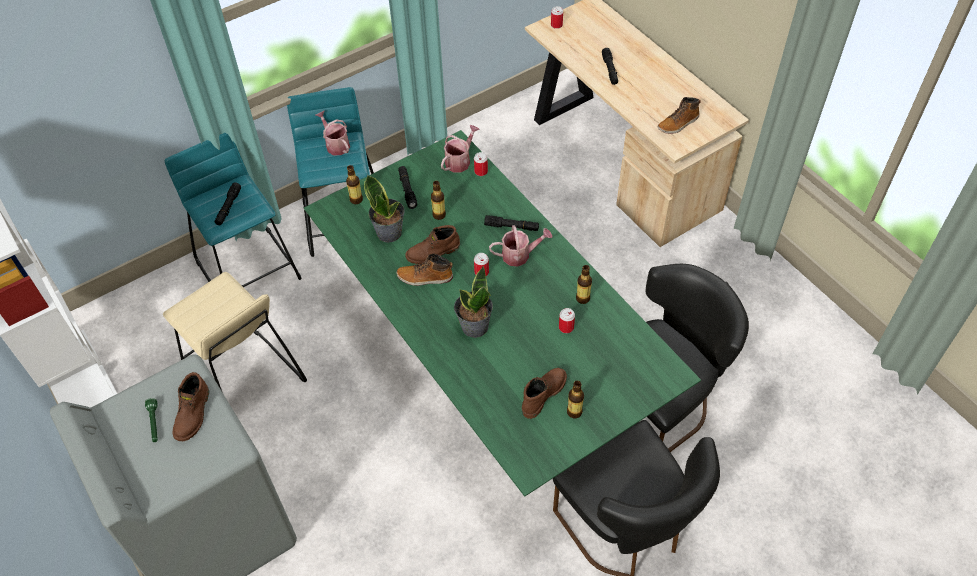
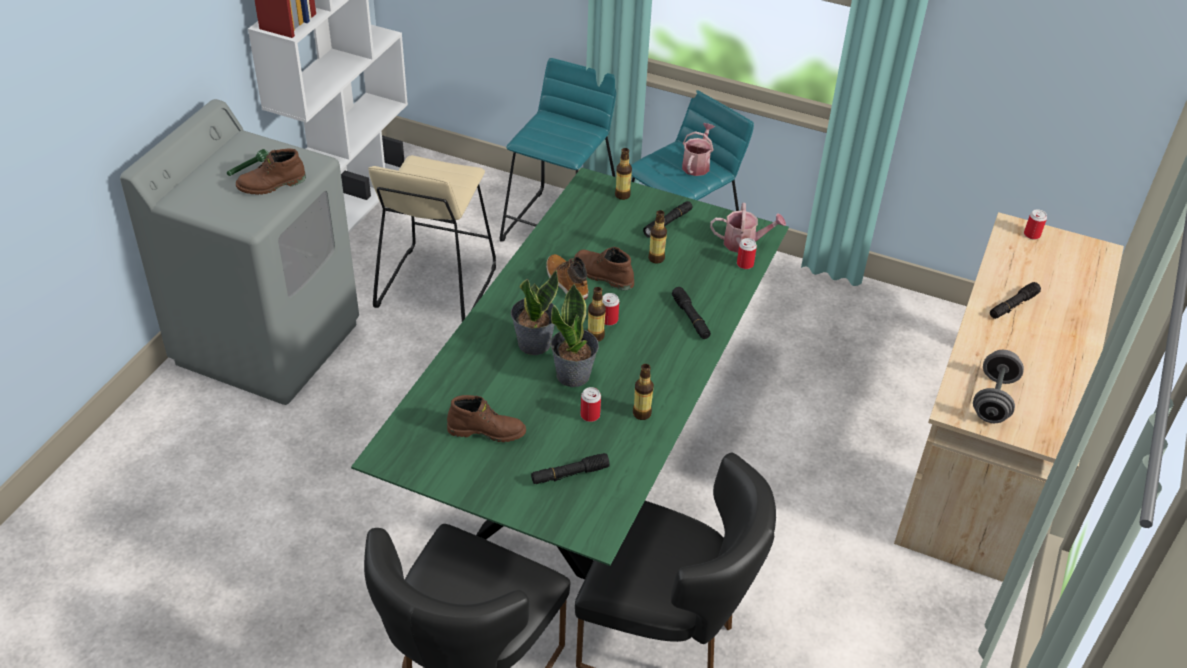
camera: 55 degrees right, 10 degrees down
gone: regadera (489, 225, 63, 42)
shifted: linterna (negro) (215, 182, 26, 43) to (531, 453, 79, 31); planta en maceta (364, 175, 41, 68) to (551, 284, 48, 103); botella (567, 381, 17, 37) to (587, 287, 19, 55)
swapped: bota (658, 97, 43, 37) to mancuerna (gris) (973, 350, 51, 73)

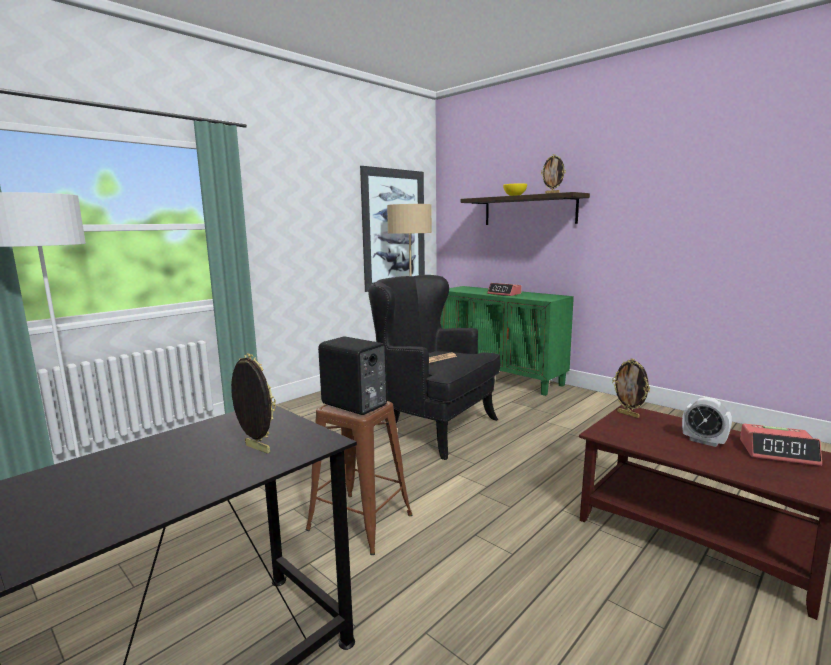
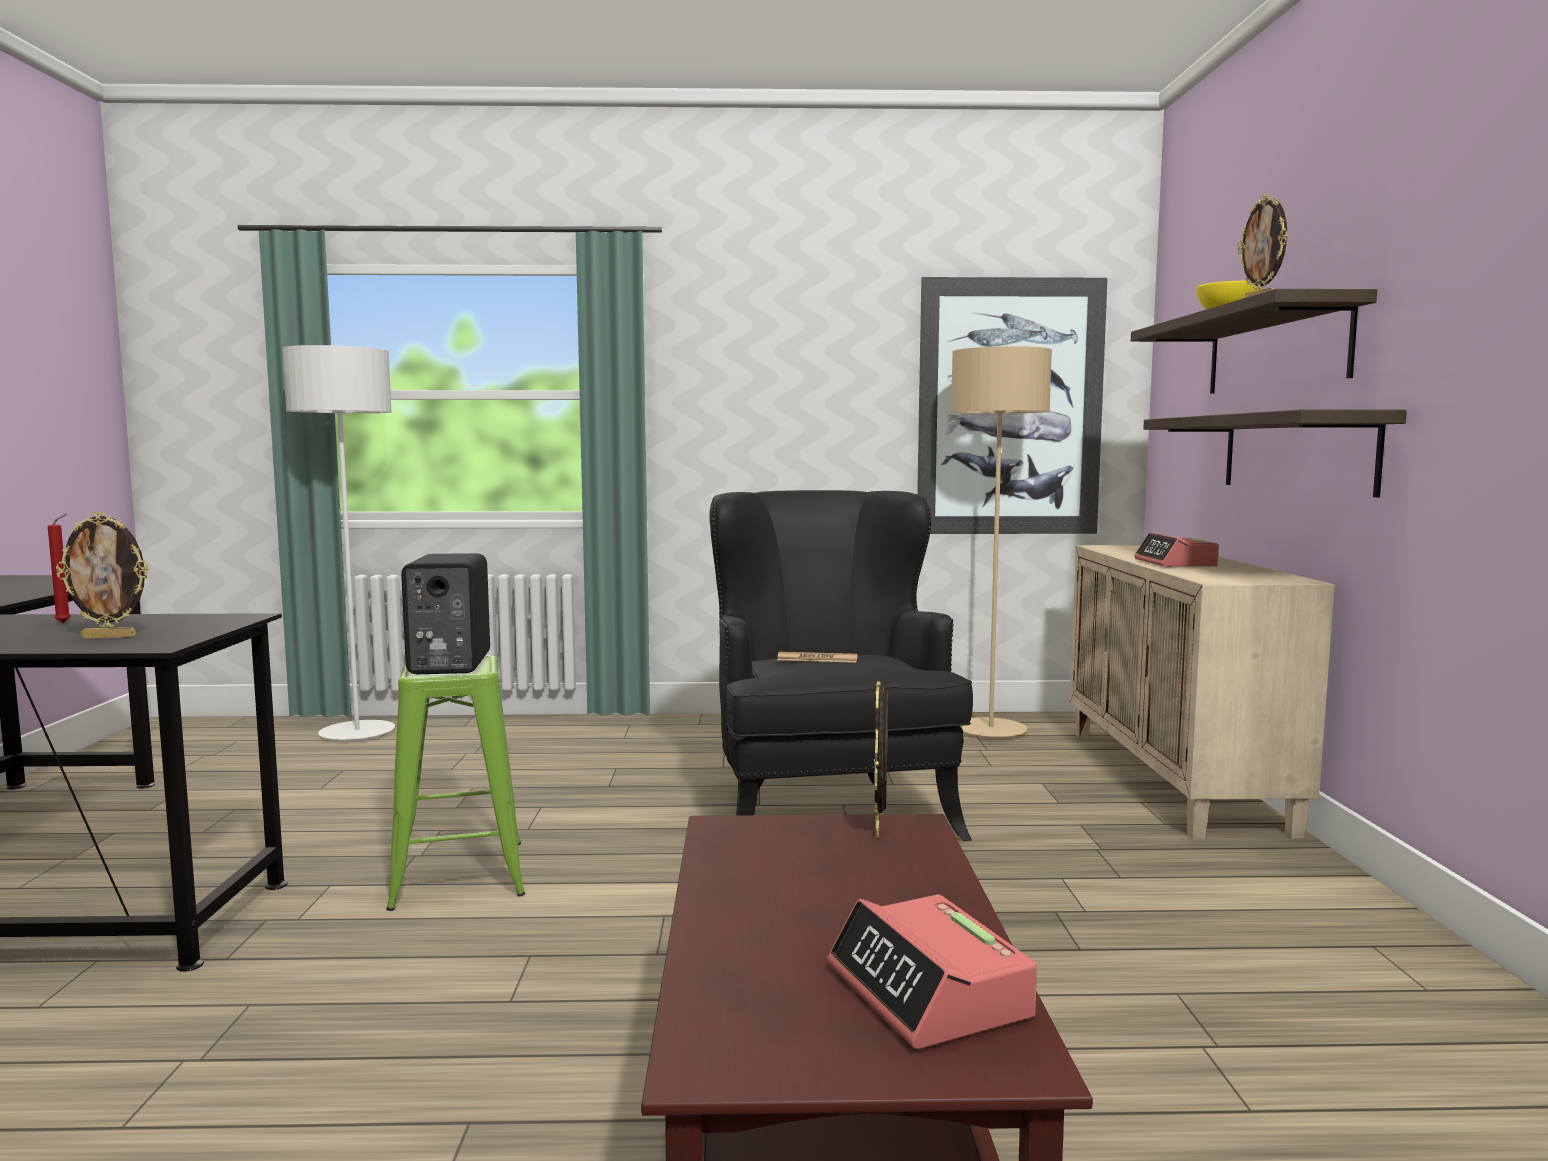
camera: 45 degrees right, 5 degrees down
gone: despertador (682, 397, 50, 50)
new: vela (rojo) (48, 514, 23, 109); estante (1143, 409, 264, 88)
repainted: taburete (marrón) (306, 401, 106, 154) to taburete (verde) (386, 655, 139, 256); armario (verde) (440, 286, 134, 110) to armario (beis) (1070, 545, 264, 295)
rotated: portarretratos (231, 353, 45, 101) = (56, 512, 93, 127) 90 degrees clockwise

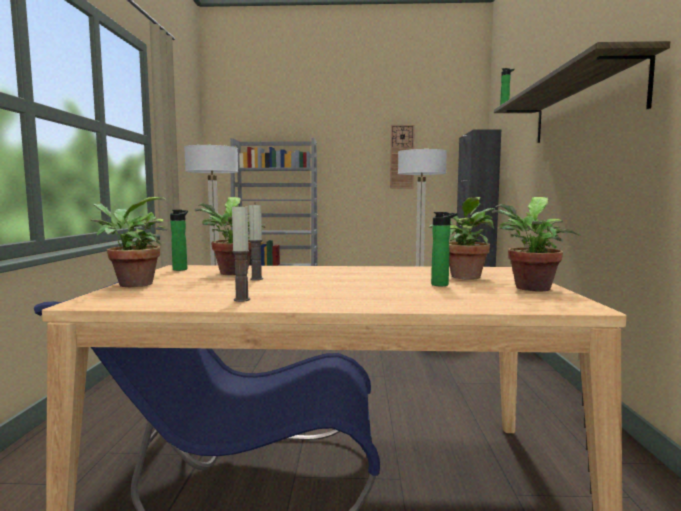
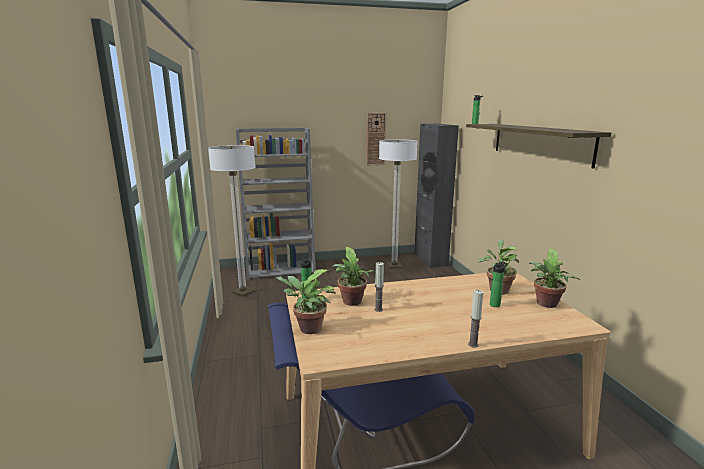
camera: 15 degrees left, 10 degrees up
shifted: vela (232, 204, 18, 98) to (468, 290, 15, 58)

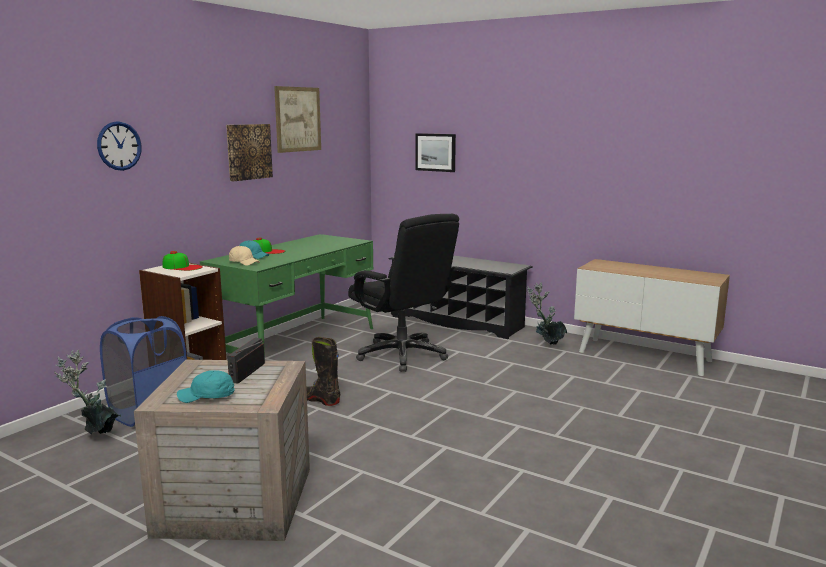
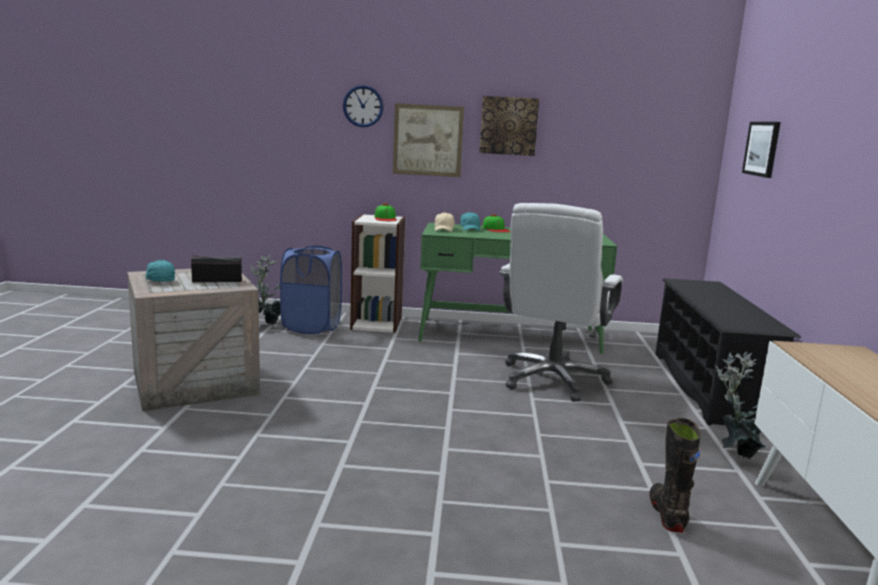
camera: 60 degrees right, 0 degrees up
shifted: cuadro (274, 86, 47, 67) to (393, 103, 71, 74); bota (negro) (306, 337, 34, 69) to (649, 418, 52, 115)
repainted: silla de oficina (negro) (348, 214, 111, 158) to silla de oficina (blanco) (499, 203, 124, 199)

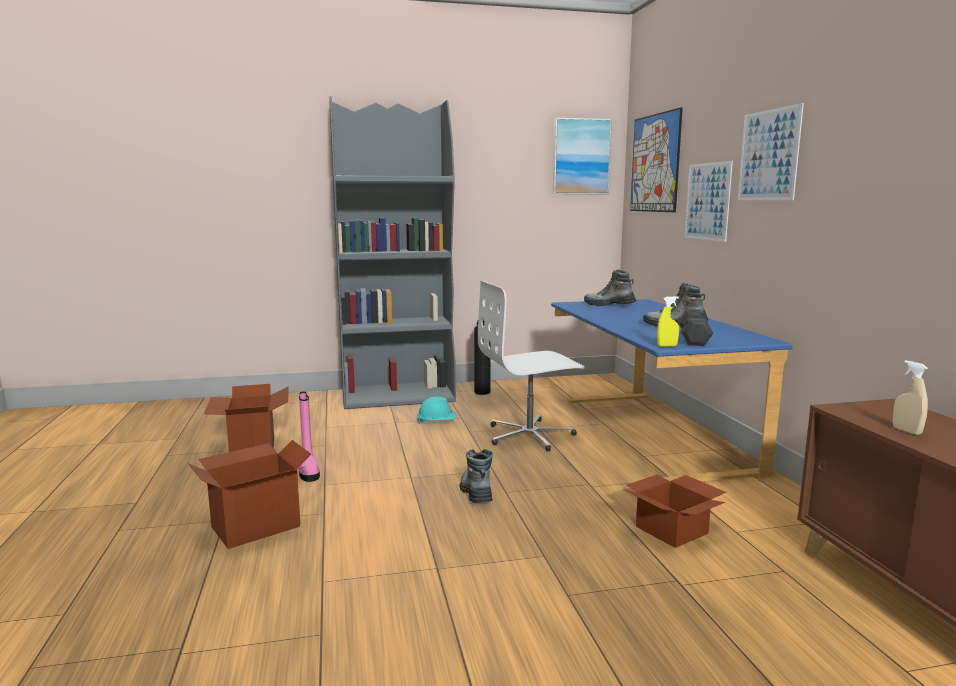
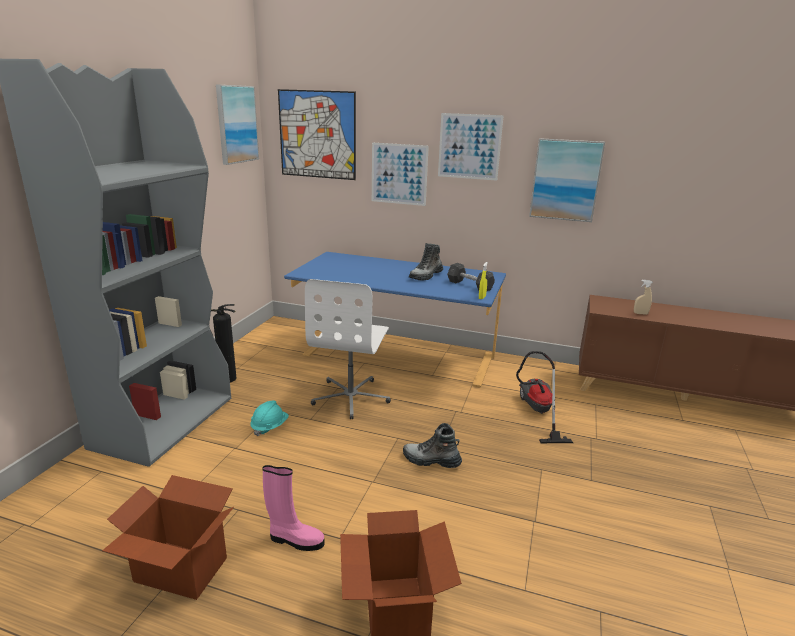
camera: 60 degrees left, 10 degrees up
gone: bota (584, 270, 52, 36)
new: cuadro (529, 138, 76, 84)
swapped: caja de cartón (623, 474, 104, 74) to aspiradora (516, 351, 57, 92)

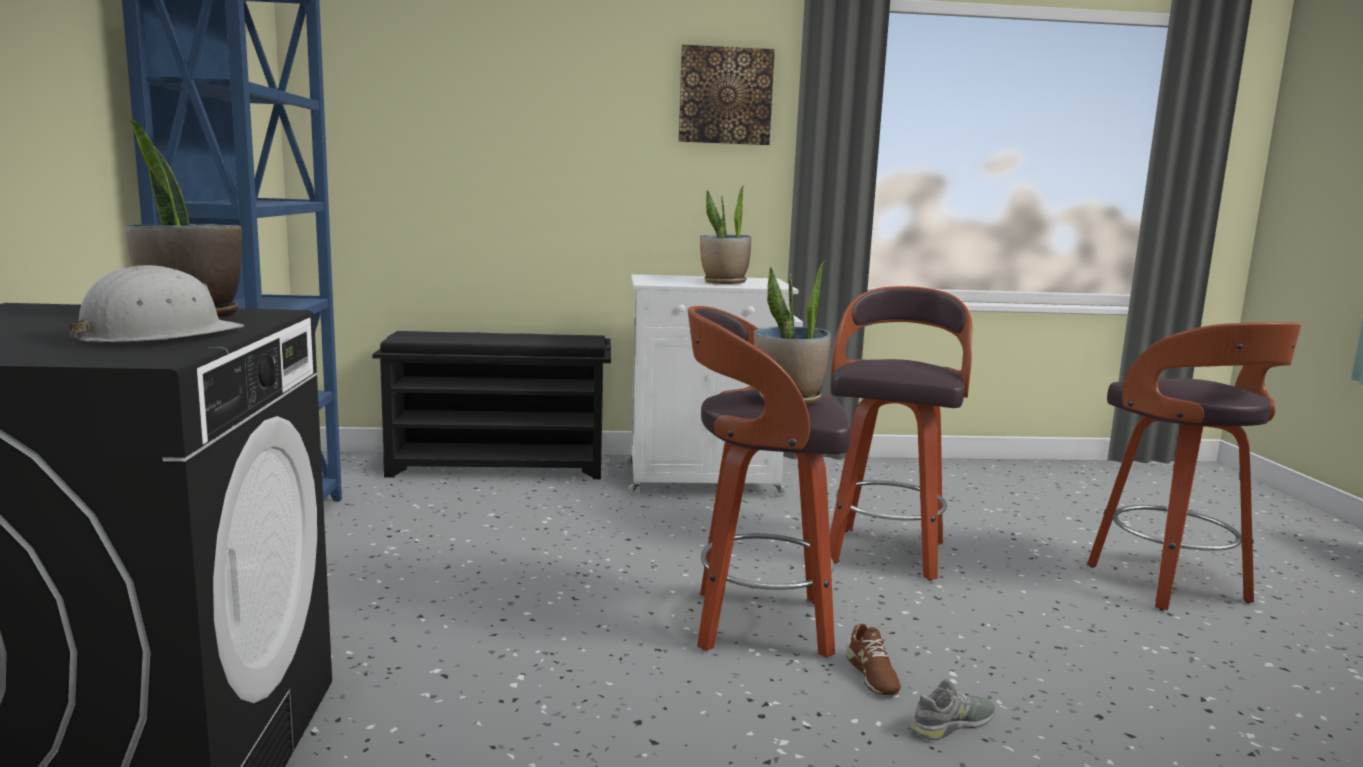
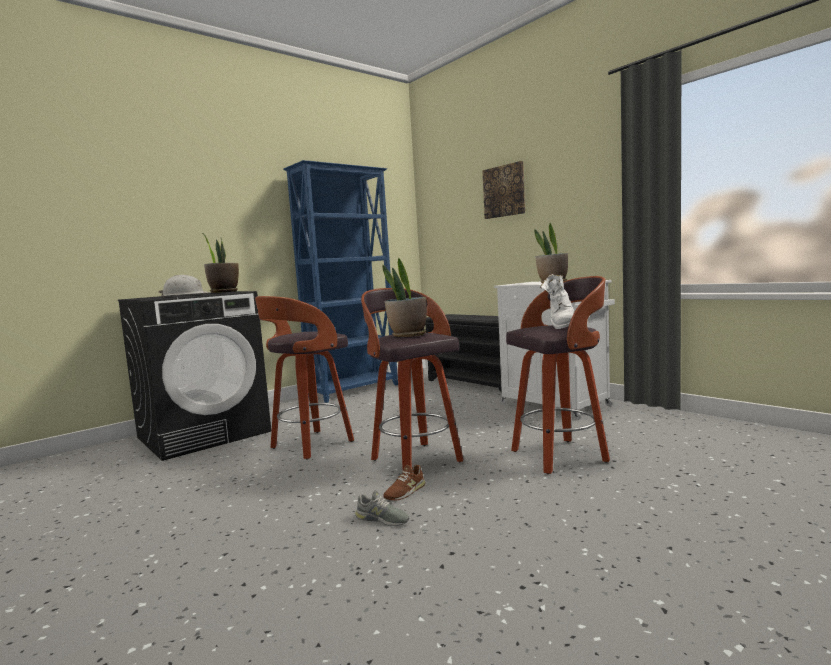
camera: 55 degrees right, 5 degrees down
new: bota (blanco) (540, 274, 34, 55)
shifted: cuadro (679, 45, 96, 100) to (482, 161, 43, 58); taburete (1087, 322, 214, 288) to (255, 296, 99, 164)

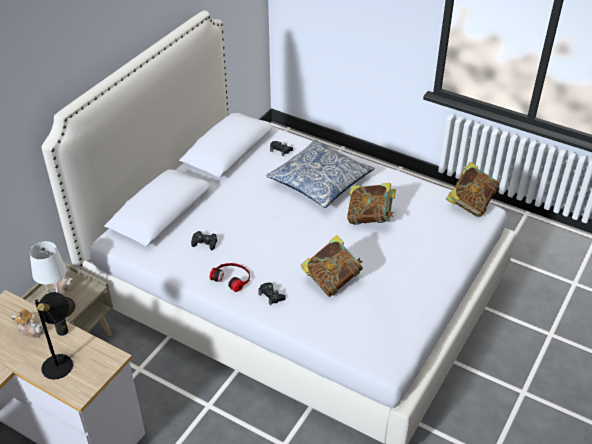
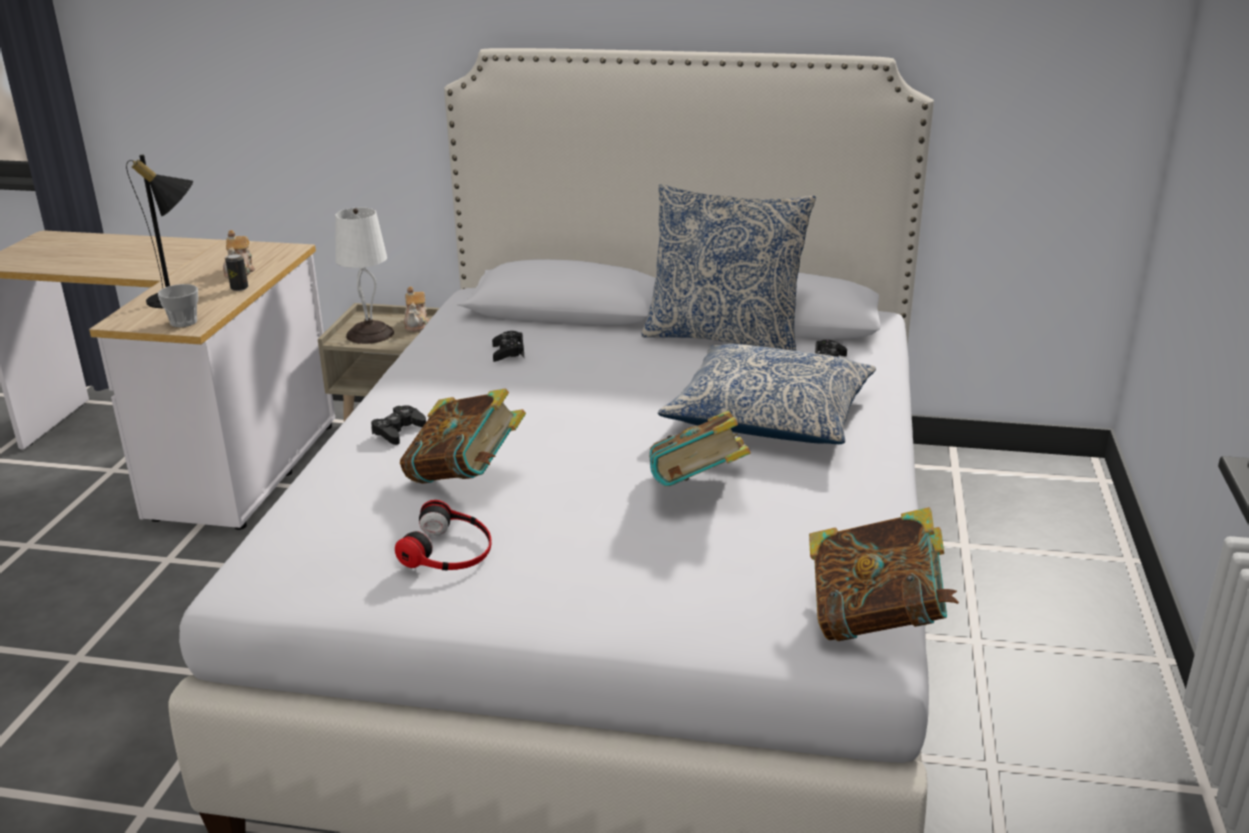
camera: 70 degrees right, 15 degrees down
new: taza (158, 284, 40, 43); cojín (641, 184, 175, 167)
shifted: auriculares (210, 263, 40, 29) to (395, 500, 97, 70)

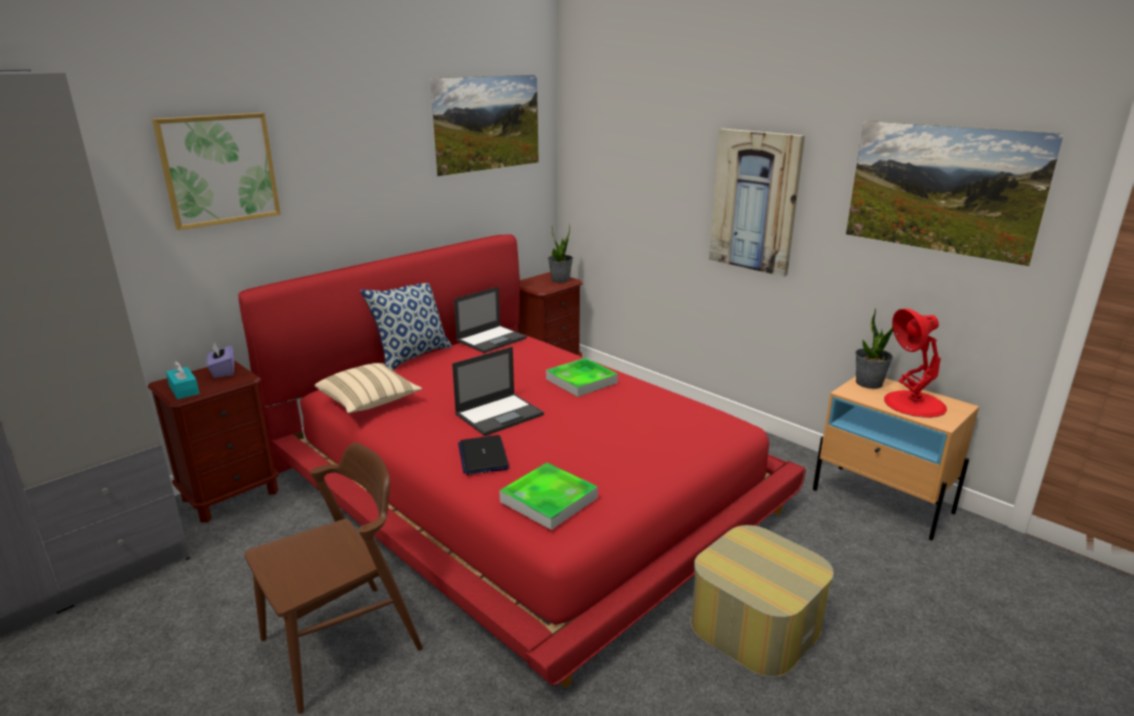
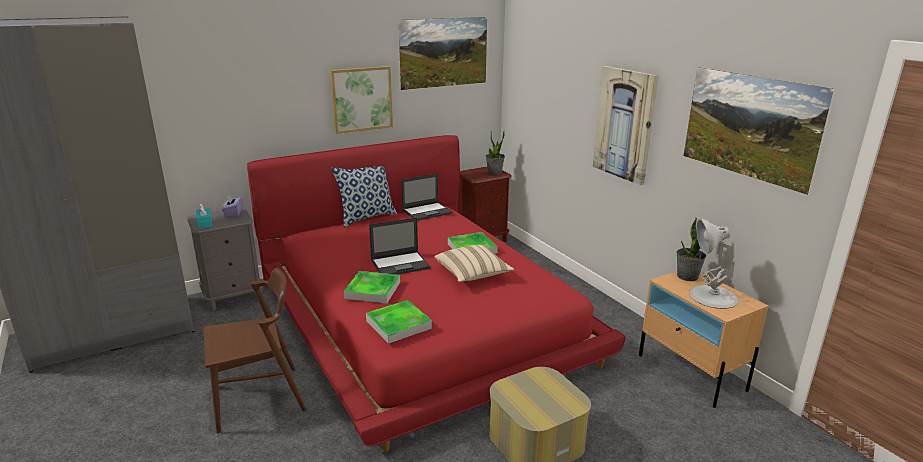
camera: 15 degrees right, 0 degrees up
shifted: cuadro (152, 113, 129, 117) to (330, 66, 63, 68); cojín (beis) (314, 363, 108, 50) to (434, 245, 80, 37)
swapped: portátil (458, 435, 51, 40) to bandeja (344, 271, 56, 33)
repainted: mesita de noche (marrón) (148, 361, 131, 161) to mesita de noche (gris) (187, 207, 76, 105); lámpara de mesa (rojo) (884, 309, 63, 109) to lámpara de mesa (blanco) (689, 219, 50, 90)

